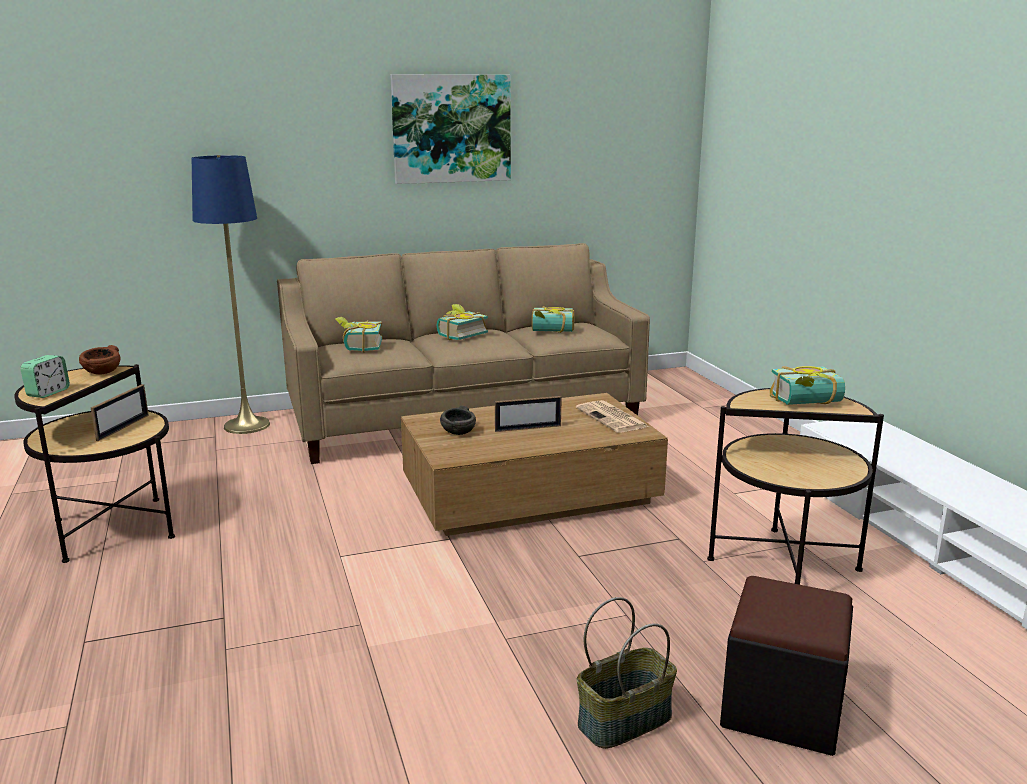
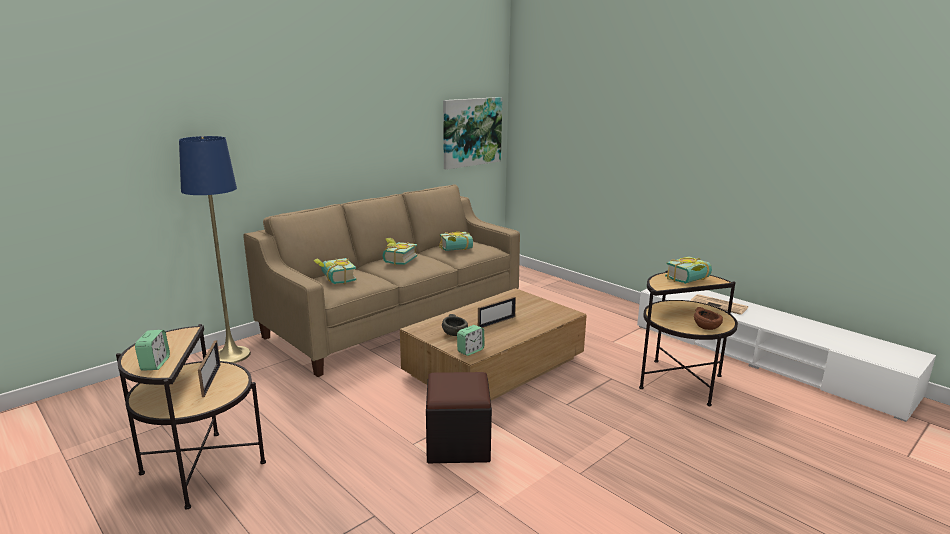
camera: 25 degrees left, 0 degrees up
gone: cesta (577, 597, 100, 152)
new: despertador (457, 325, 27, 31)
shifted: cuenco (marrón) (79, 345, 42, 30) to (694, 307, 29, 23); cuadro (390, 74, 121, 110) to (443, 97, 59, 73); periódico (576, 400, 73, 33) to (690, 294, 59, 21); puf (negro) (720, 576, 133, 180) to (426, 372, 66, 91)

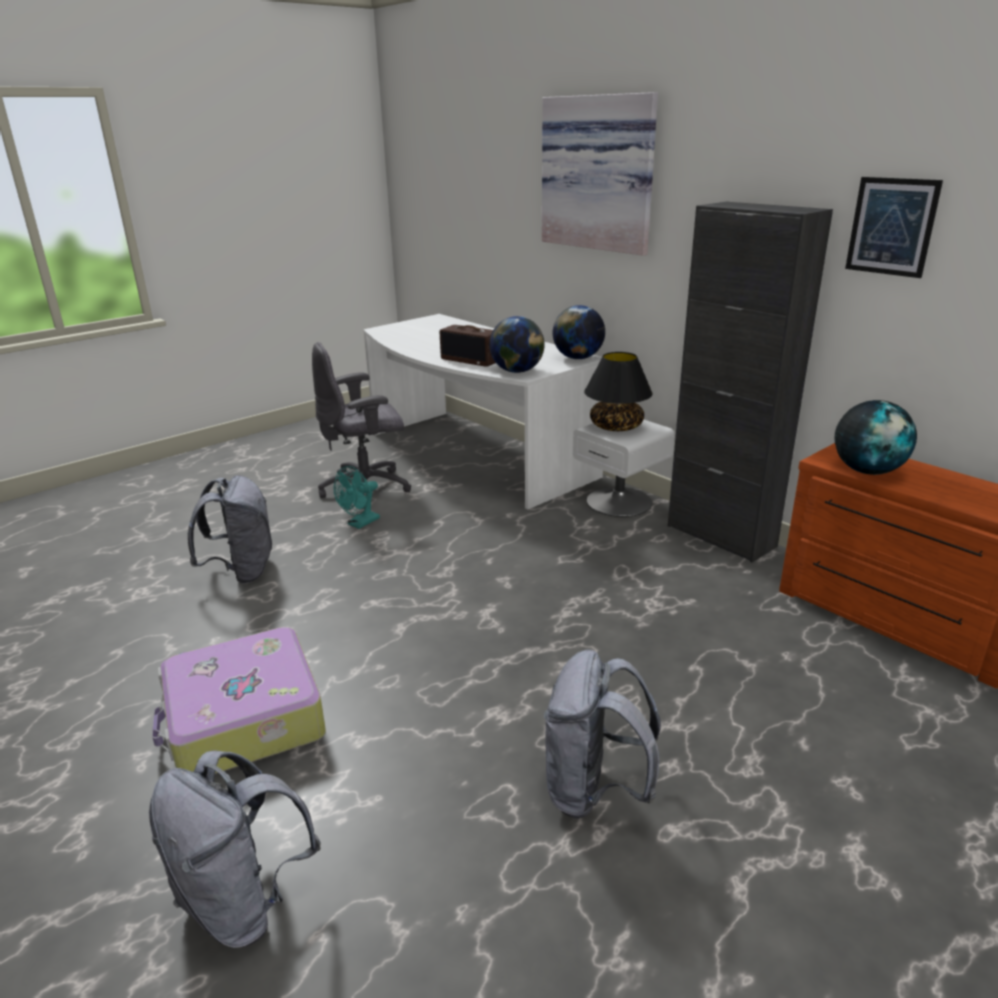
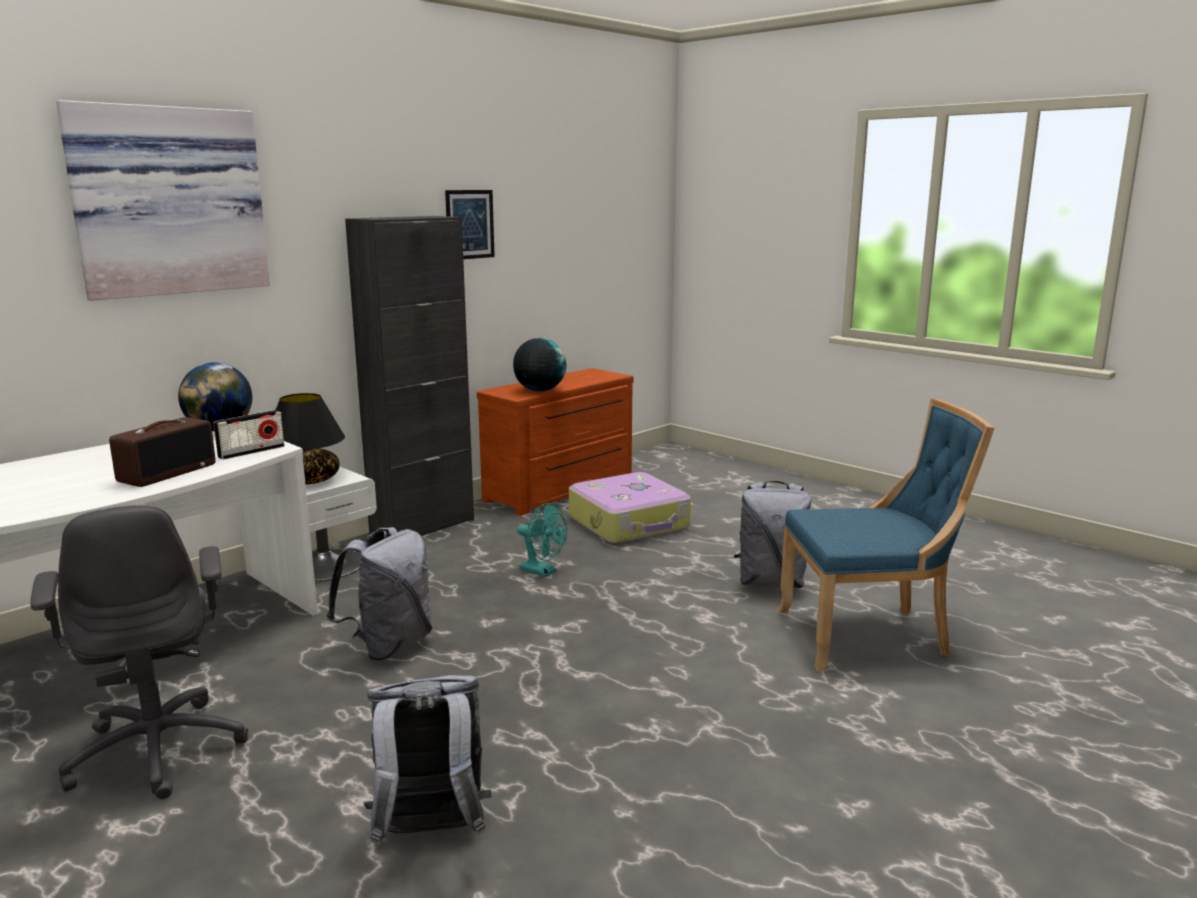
camera: 95 degrees left, 10 degrees down
new: silla (azul) (778, 398, 216, 273)
shifted: mochila (gris) (149, 751, 172, 197) to (326, 527, 106, 134); maleta (152, 627, 174, 147) to (569, 472, 122, 72); ventilador (turquesa) (334, 466, 46, 63) to (517, 503, 50, 74)
swapped: globo terráqueo (489, 316, 56, 57) to radio (213, 410, 72, 50)

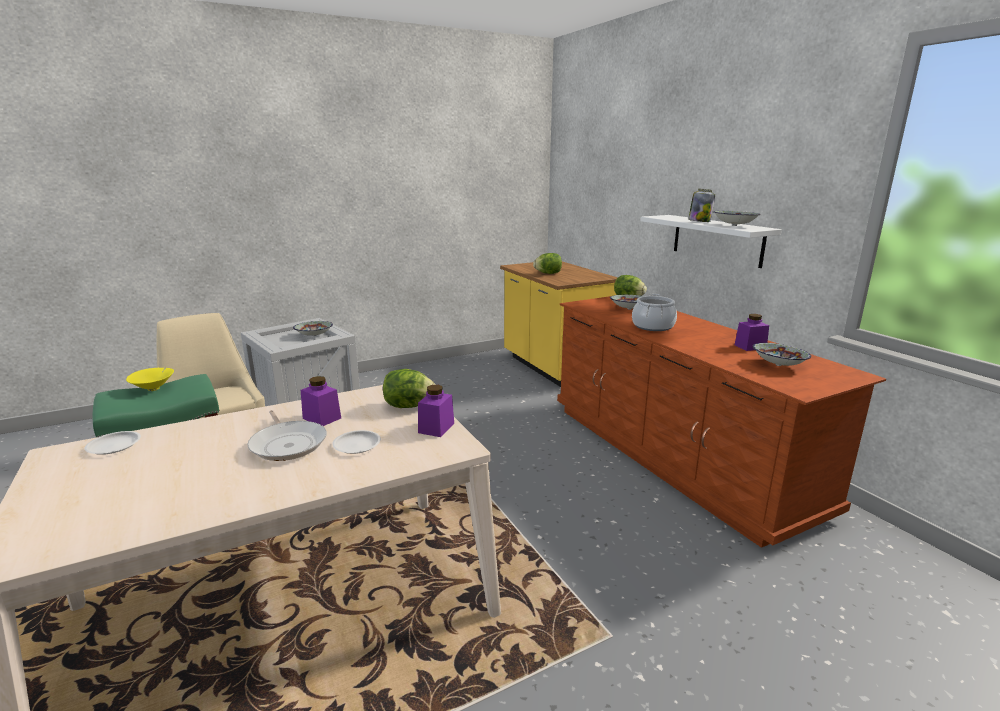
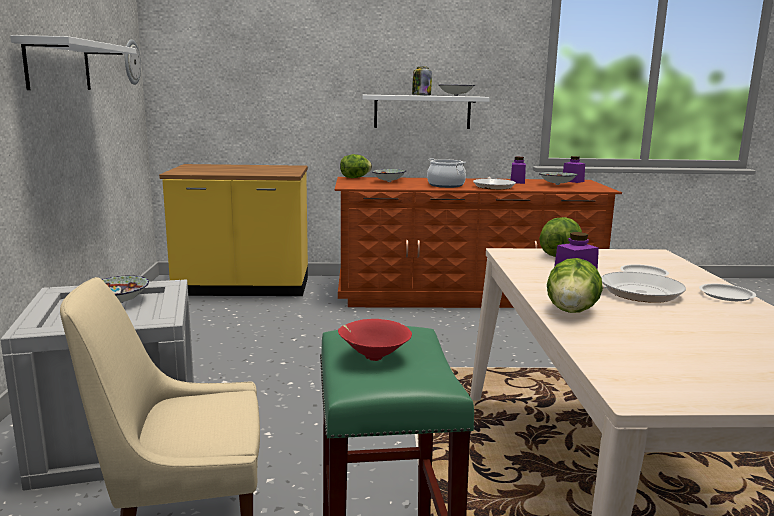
camera: 65 degrees left, 5 degrees down
new: estante (blanco) (10, 35, 127, 55); reloj de pared (125, 39, 16, 46); sartén (473, 177, 43, 13)
shifted: plato (blanco) (85, 431, 56, 24) to (699, 284, 57, 17); tarro (morado) (418, 385, 36, 52) to (563, 156, 22, 27); lechuga (533, 253, 29, 21) to (547, 258, 56, 55)
repainted: cuenco (amarillo) (126, 368, 48, 23) to cuenco (rojo) (338, 319, 74, 42)

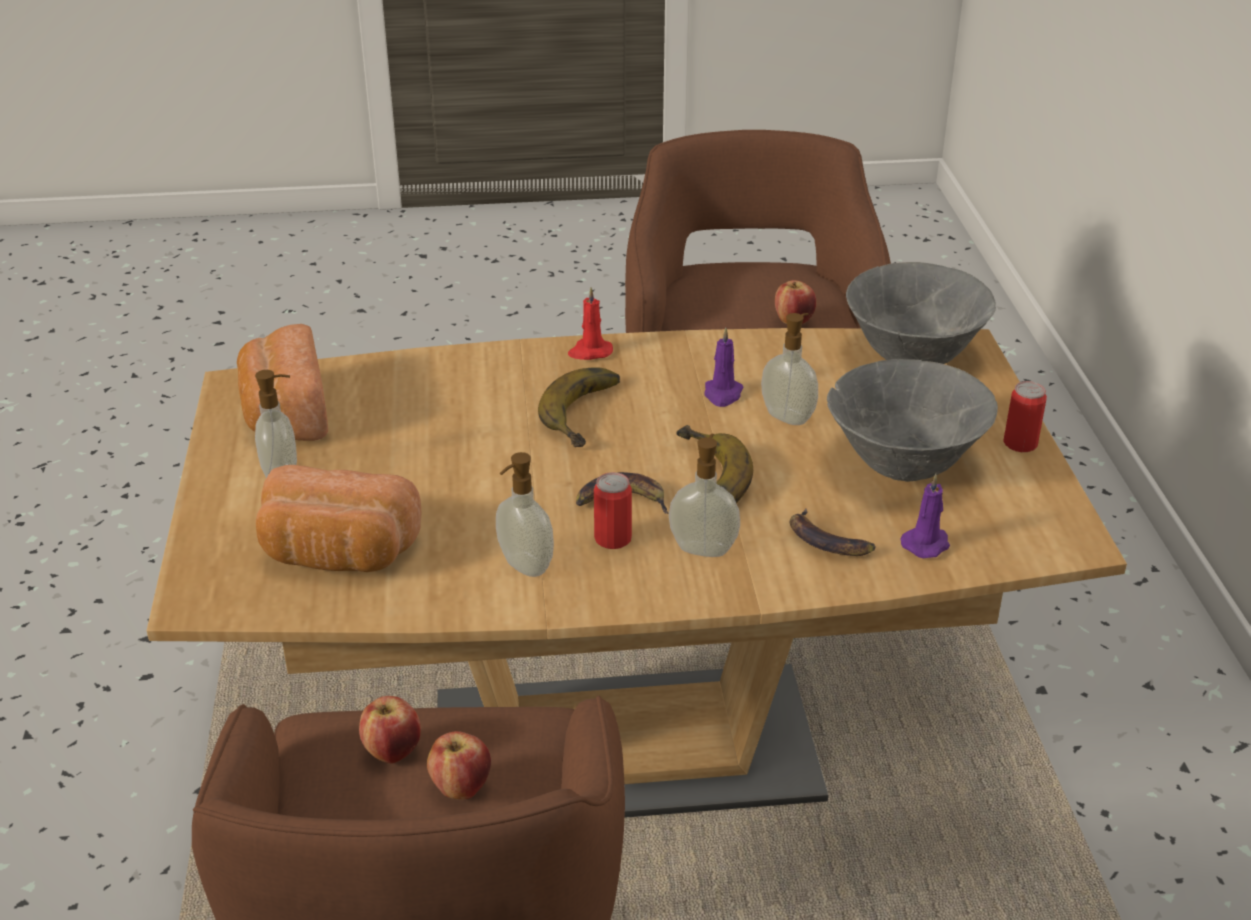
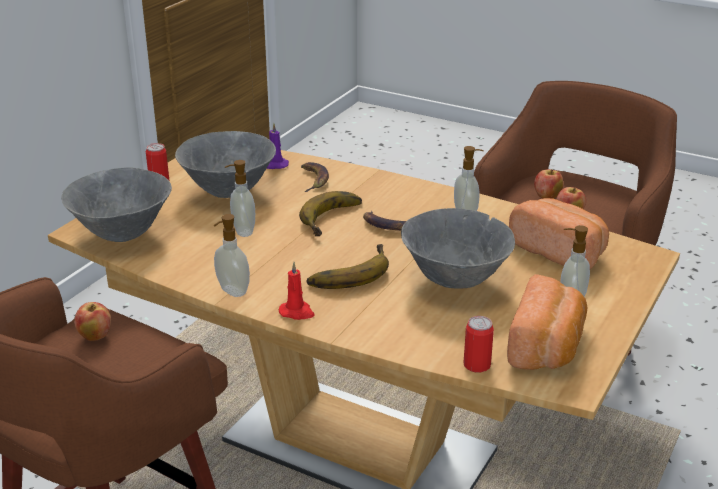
camera: 145 degrees left, 5 degrees down
gone: vela (morado) (704, 327, 40, 80)
new: cuenco (gris) (401, 208, 114, 81)
shifted: lata (594, 472, 38, 77) to (463, 316, 31, 57); dispensador de jabón (669, 433, 71, 124) to (214, 214, 36, 83)

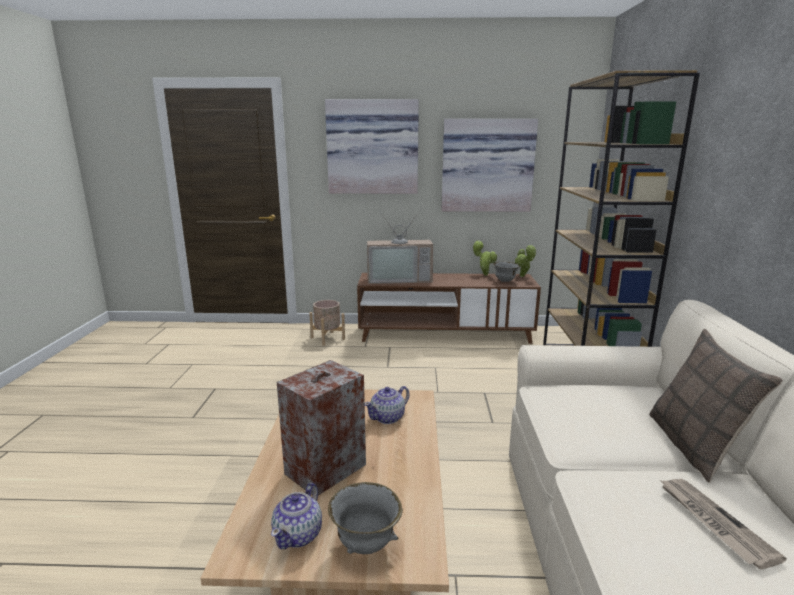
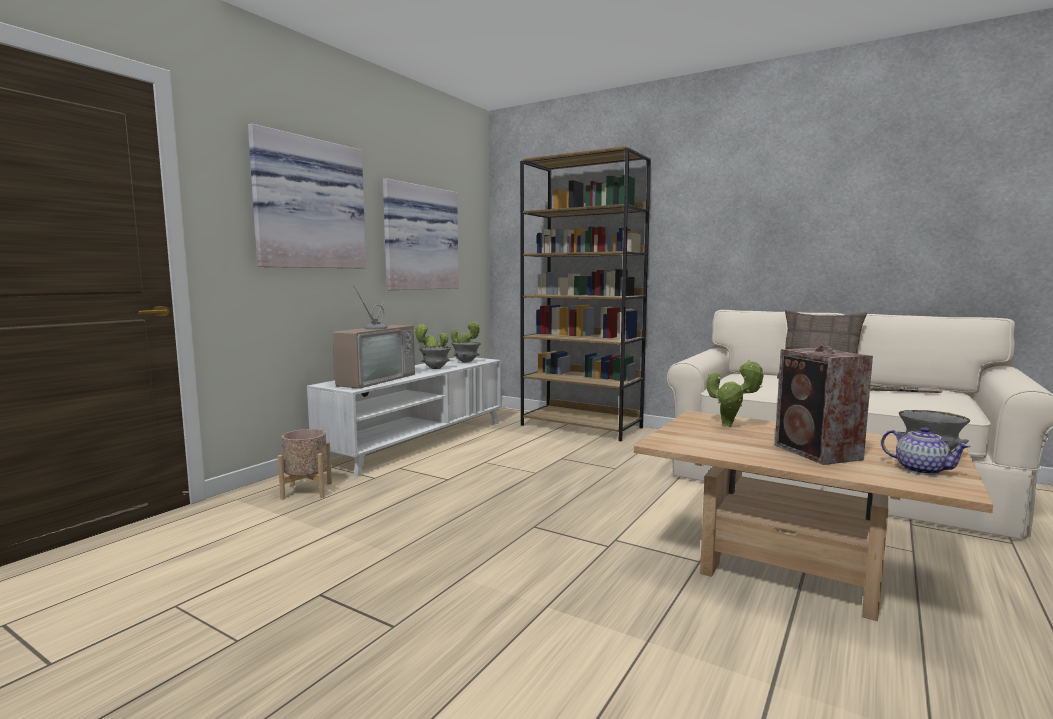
camera: 60 degrees left, 10 degrees down
new: cuenco (gris) (419, 346, 32, 23)
swapped: tetera (365, 386, 45, 38) to planta en maceta (706, 360, 59, 67)
repainted: mueble de televisión (marrón) (357, 273, 184, 71) to mueble de televisión (blanco) (307, 357, 195, 120)

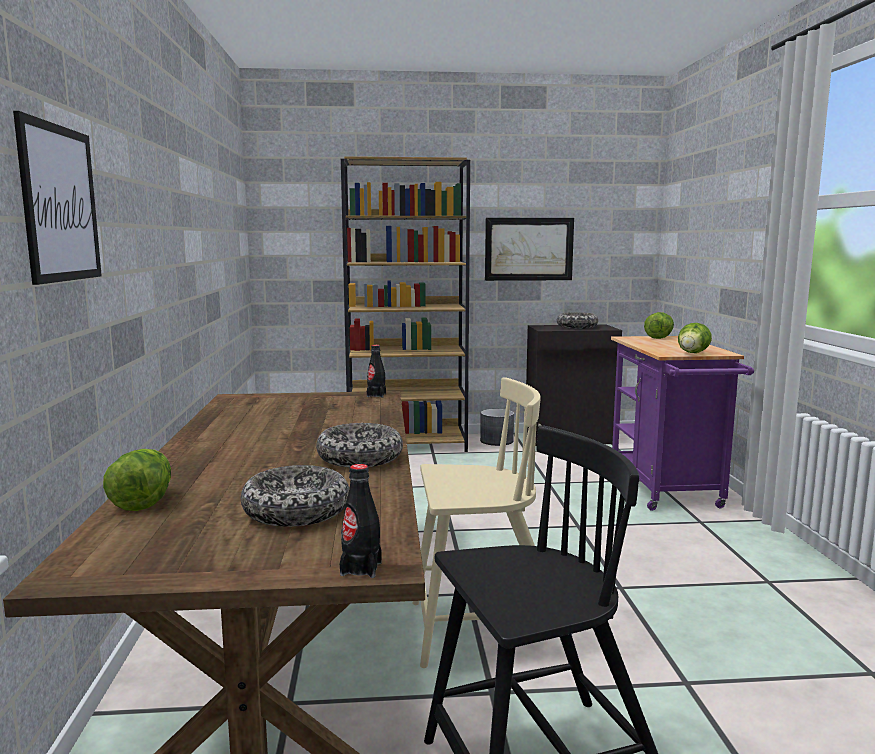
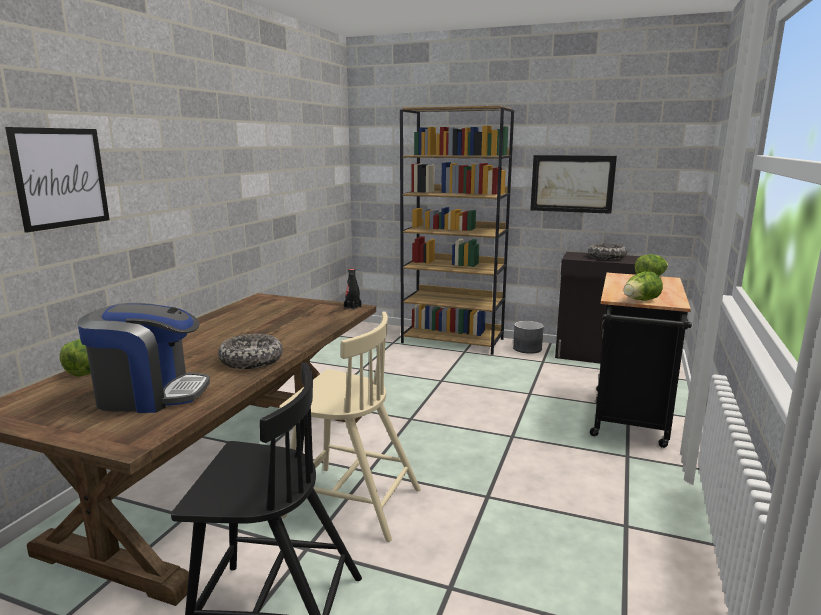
camera: 25 degrees right, 5 degrees up
gone: botella (negro) (340, 464, 42, 114)
swapped: cuenco (241, 465, 108, 62) to cafetera (77, 303, 133, 110)
repainted: carrito (morado) (611, 336, 143, 175) to carrito (negro) (590, 273, 102, 175)

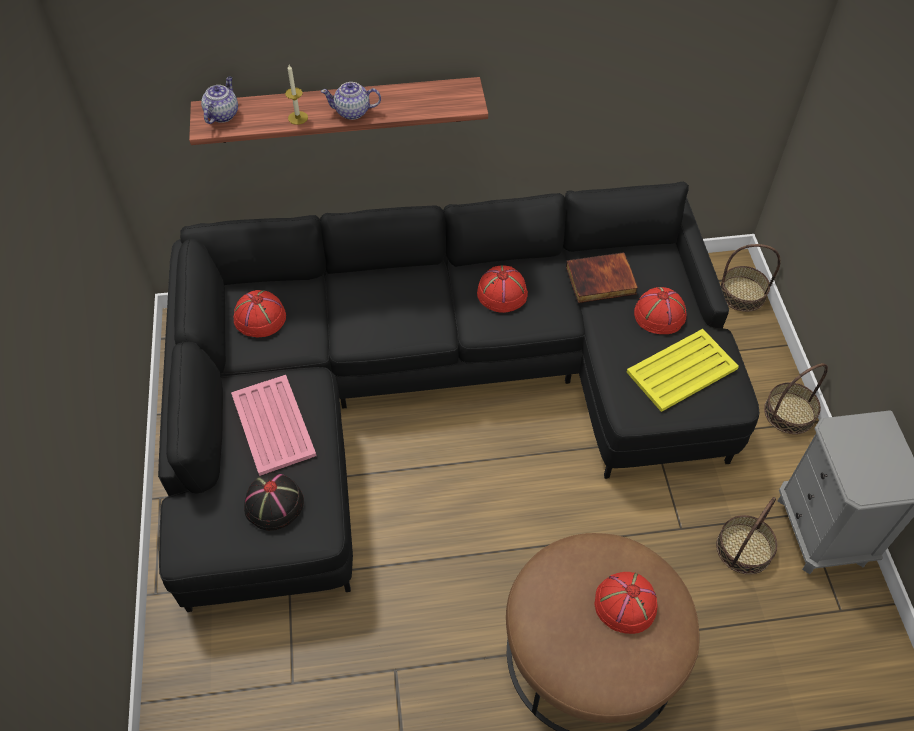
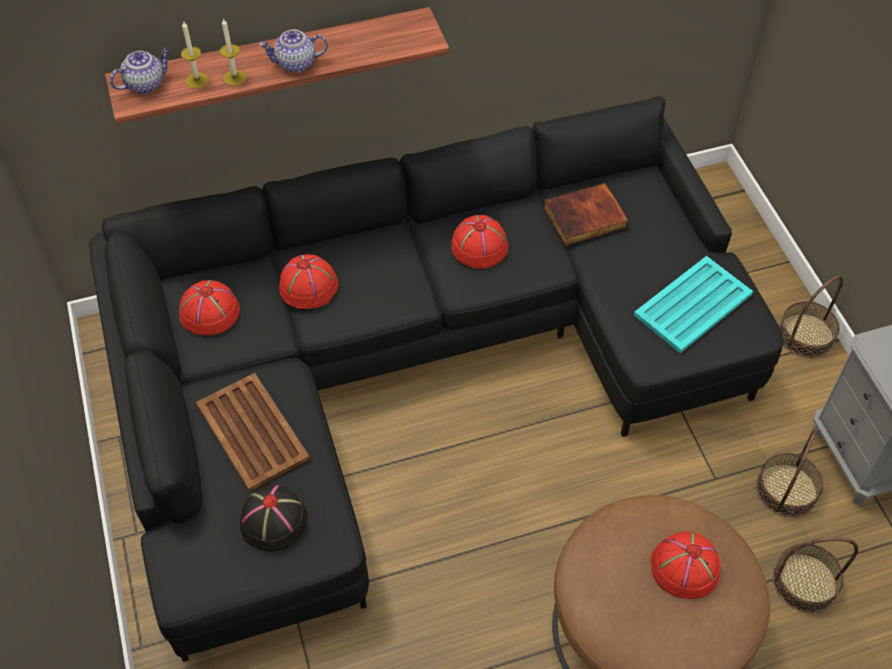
camera: 10 degrees left, 0 degrees up
new: vela (181, 22, 28, 67)
shifted: sombrero (rojo) (634, 287, 52, 47) to (279, 254, 59, 55); cesta (720, 244, 61, 68) to (773, 537, 85, 76)
repainted: bandeja (rosa) (231, 375, 85, 101) to bandeja (marrón) (196, 373, 114, 119); bandeja (amarillo) (627, 329, 112, 83) to bandeja (turquesa) (634, 256, 119, 97)
rotated: tetera (201, 77, 37, 47) = (110, 48, 60, 46) 45 degrees clockwise

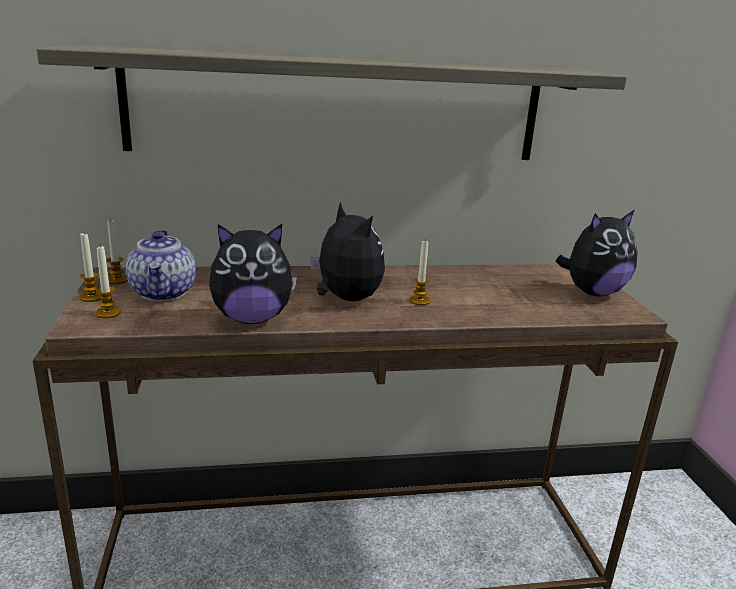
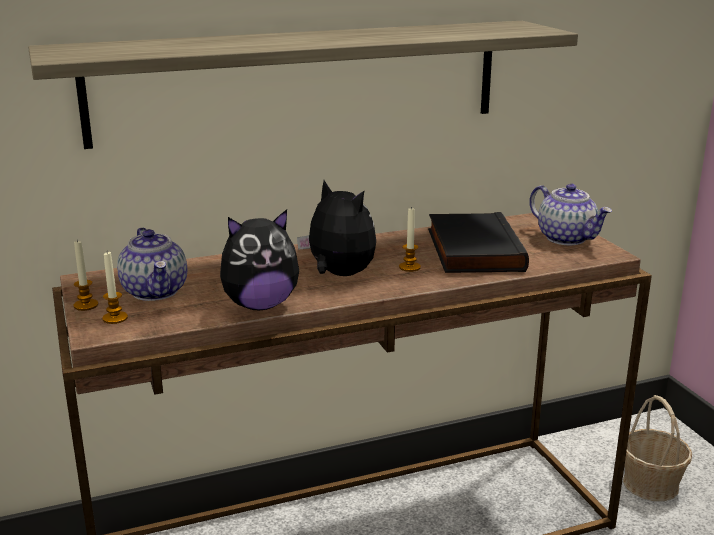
camera: 10 degrees left, 0 degrees up
gone: vela (106, 218, 22, 67)
new: libro (negro) (428, 212, 101, 61); cesta (623, 395, 69, 106)
swapped: peluche (556, 210, 82, 86) to tetera (529, 184, 83, 61)

